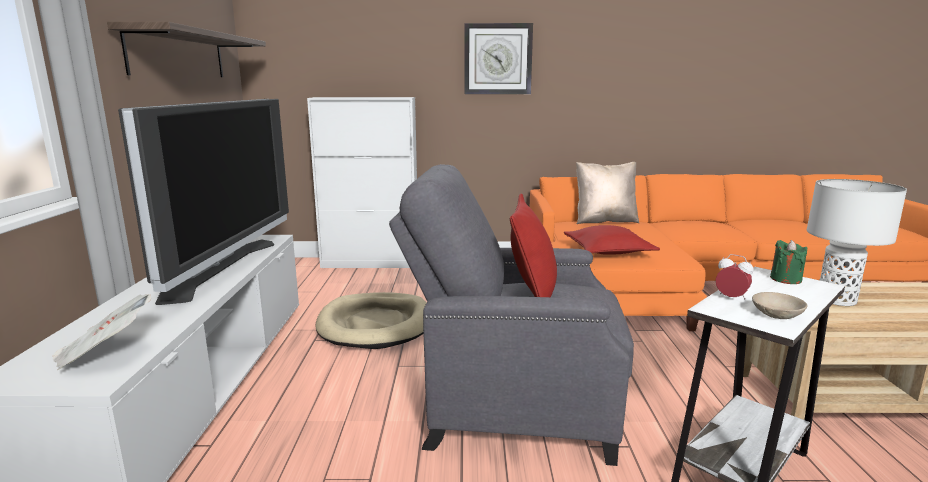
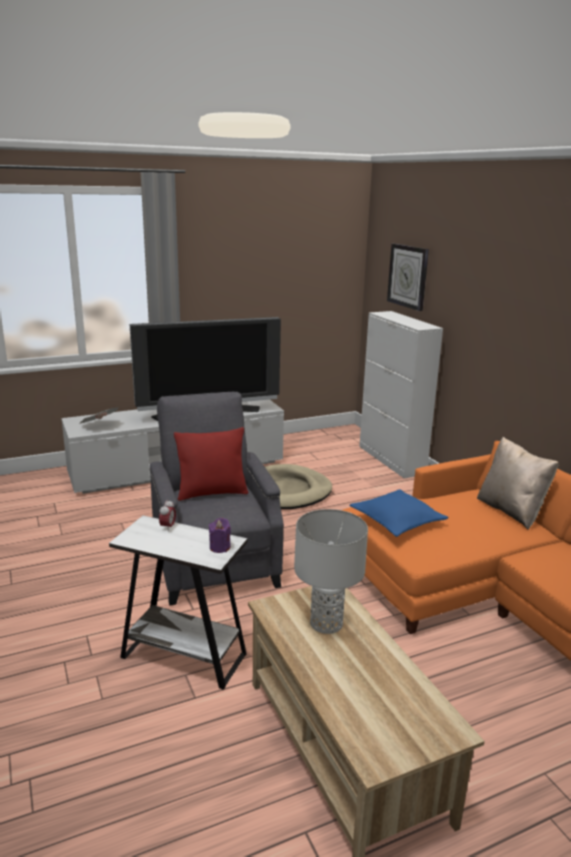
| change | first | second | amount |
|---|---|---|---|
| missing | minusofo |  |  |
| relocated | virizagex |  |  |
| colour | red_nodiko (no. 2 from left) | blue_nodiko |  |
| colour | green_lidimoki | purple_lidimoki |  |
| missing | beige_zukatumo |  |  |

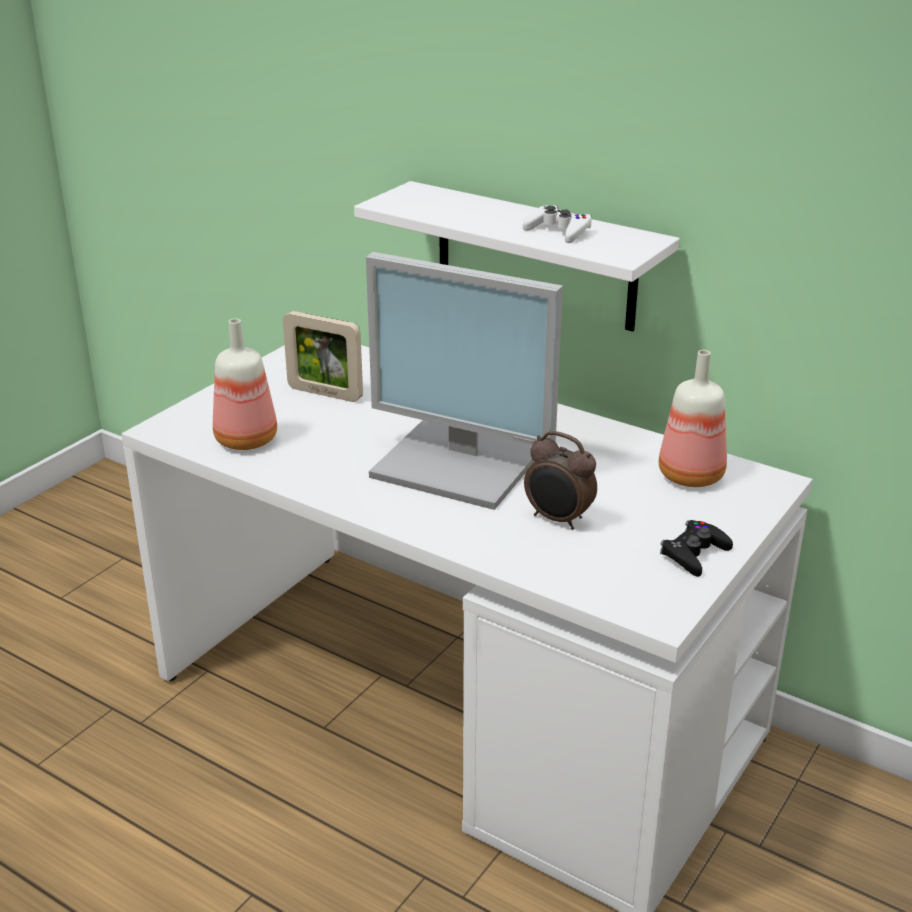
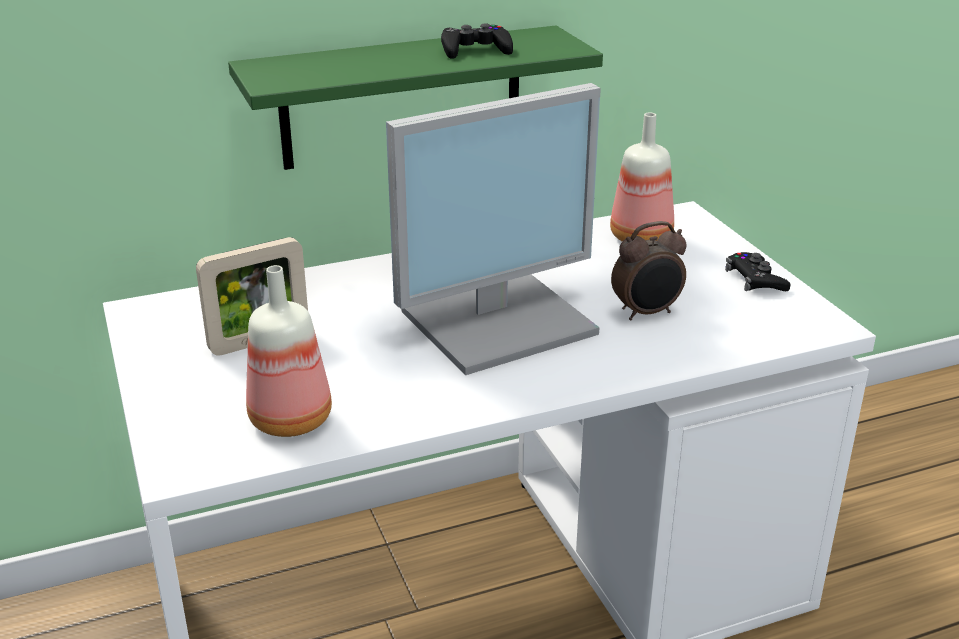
| change | first | second | amount |
|---|---|---|---|
| colour | white_minusofo | green_minusofo |  |
| colour | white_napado | black_napado (no. 1 from left) |  |

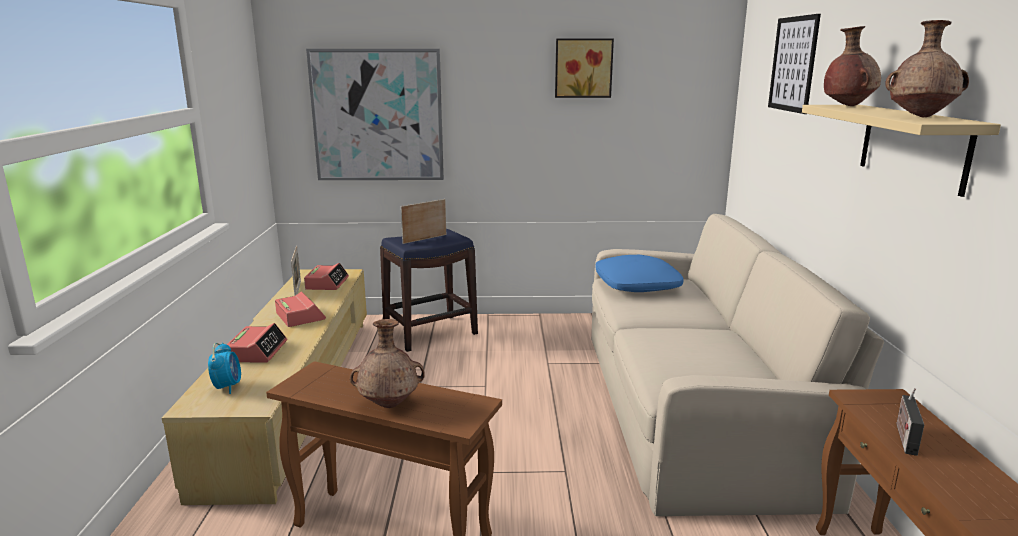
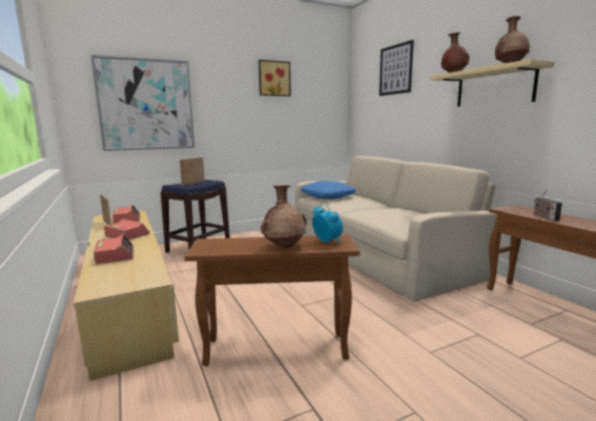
| change | first | second | amount |
|---|---|---|---|
| relocated | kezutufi (no. 1 from left in the first image) | kezutufi (no. 4 from left) |  |

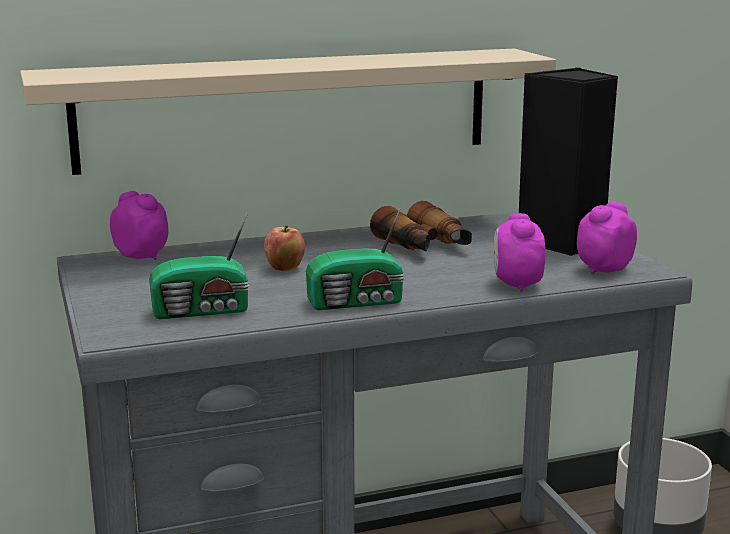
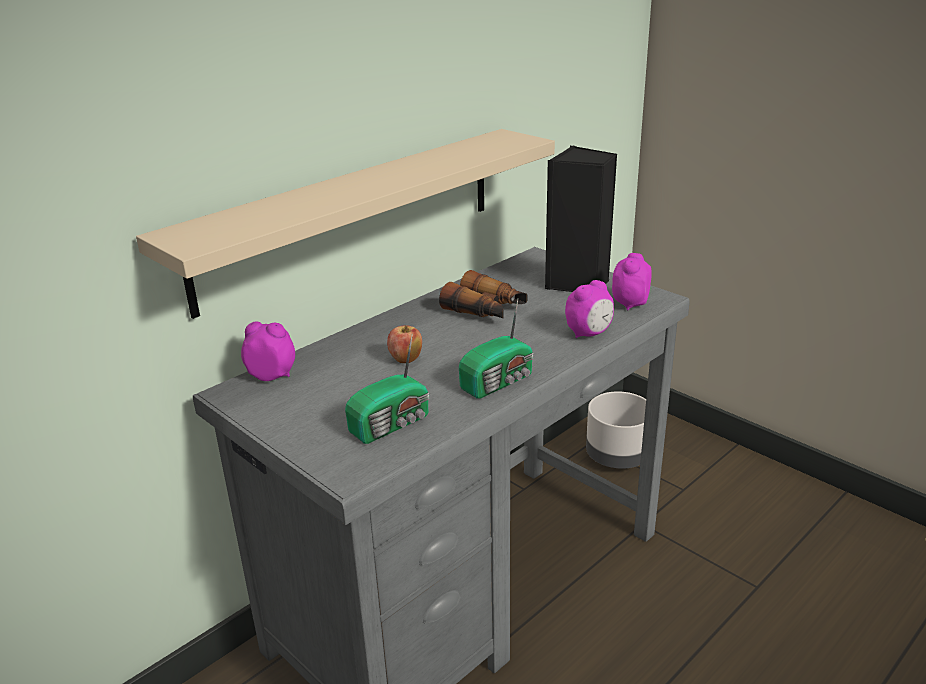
| change | first | second | amount |
|---|---|---|---|
| spun | kezutufi (no. 2 from left) |  | 105 degrees counterclockwise |

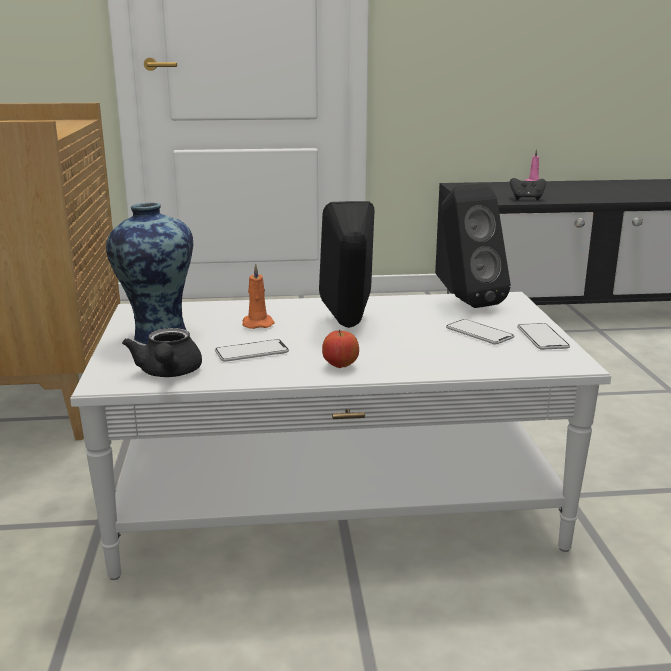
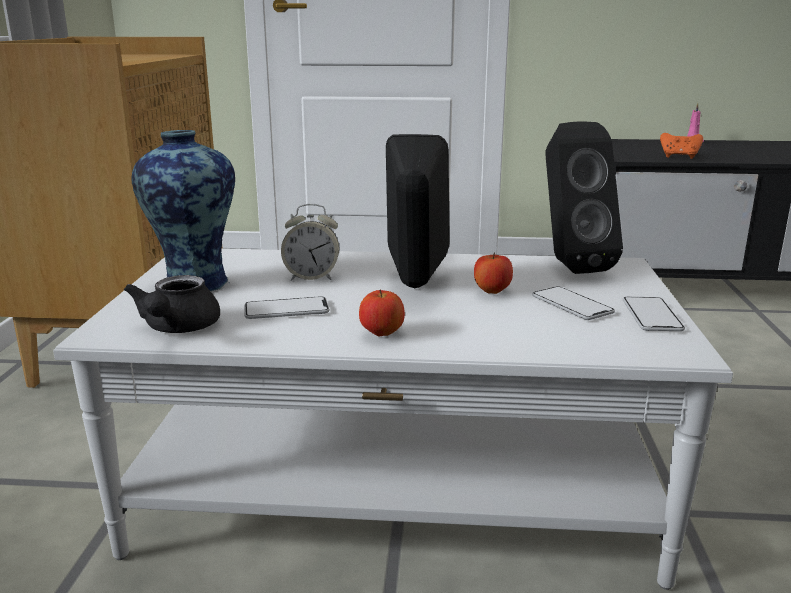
| change | first | second | amount |
|---|---|---|---|
| colour | black_napado | orange_napado |  |
| exchanged | orange_lidimoki | kezutufi |  |
| appeared |  | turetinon (no. 2 from left) |  |

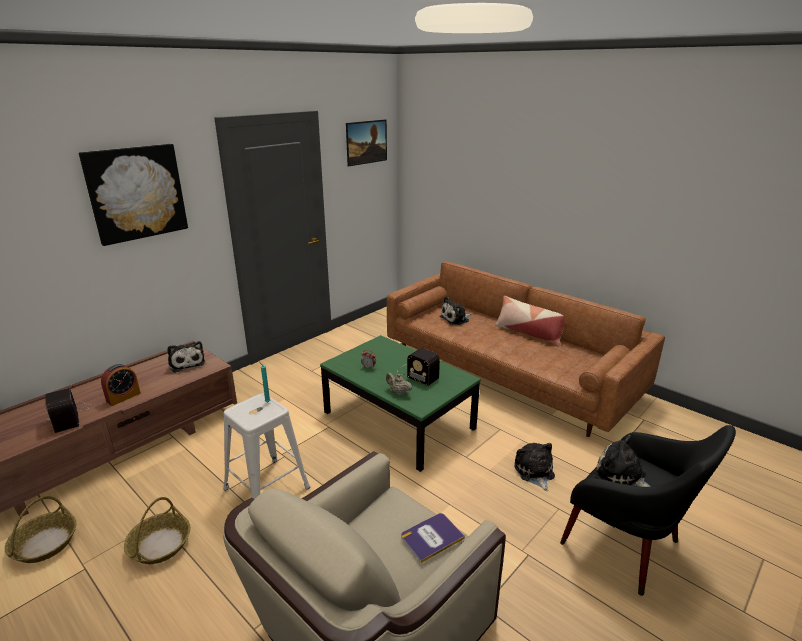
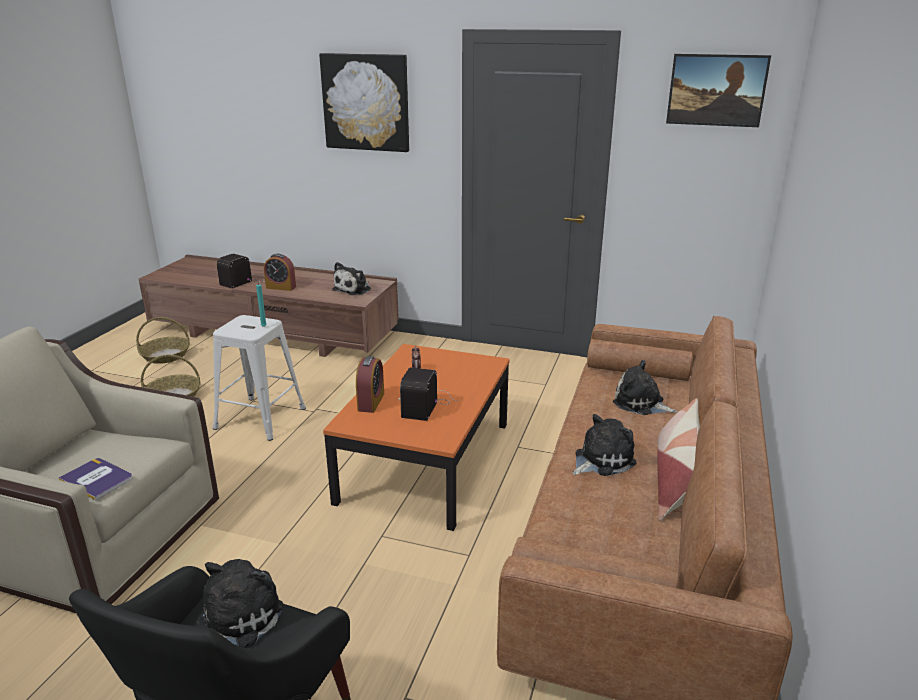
| change | first | second | amount |
|---|---|---|---|
| colour | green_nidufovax | orange_nidufovax |  |
| exchanged | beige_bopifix | kezutufi (no. 2 from left) |  |
| relocated | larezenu (no. 3 from left) |  |  |

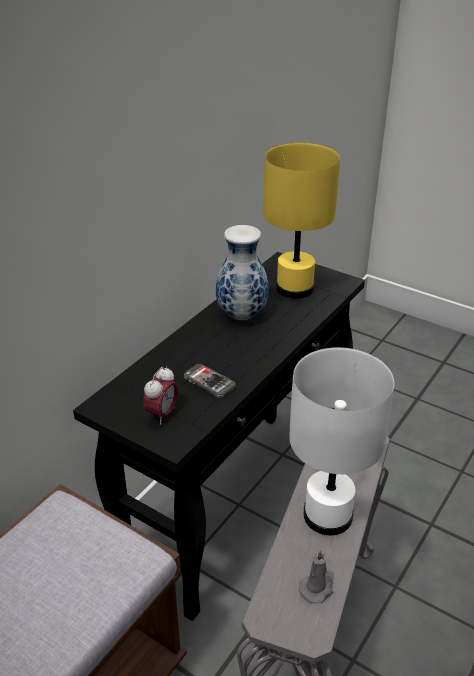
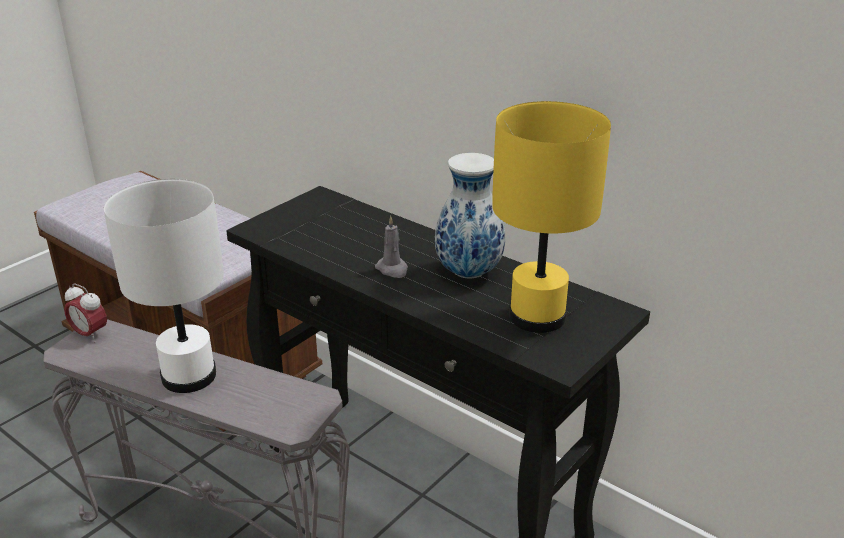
| change | first | second | amount |
|---|---|---|---|
| missing | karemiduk |  |  |
| relocated | kezutufi |  |  |
| relocated | grey_lidimoki |  |  |

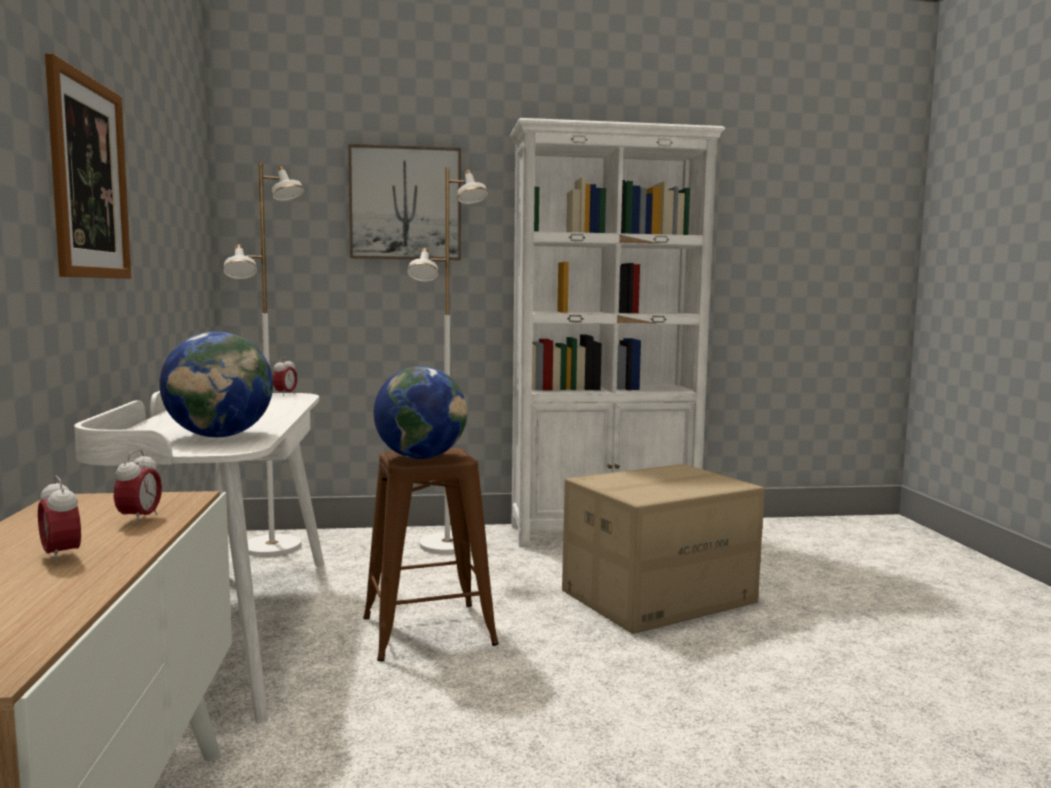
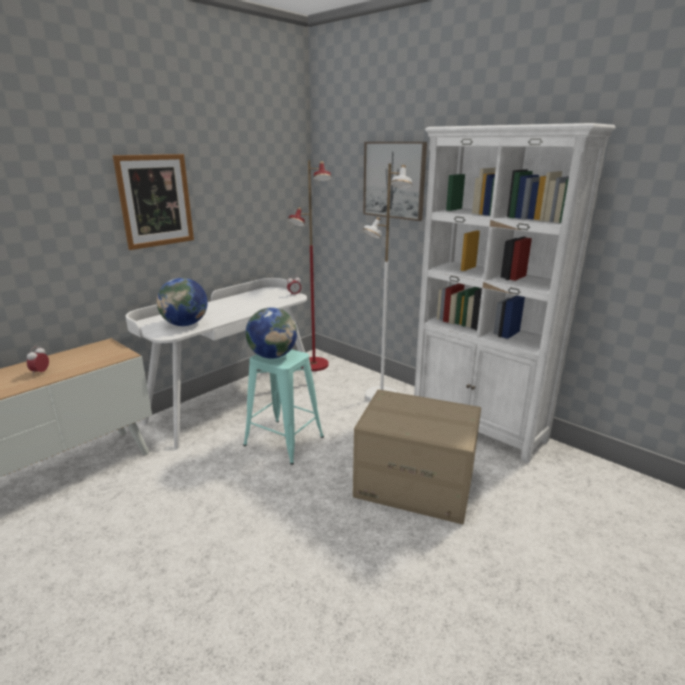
| change | first | second | amount |
|---|---|---|---|
| colour | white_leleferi (no. 1 from left) | red_leleferi |  |
| colour | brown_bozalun | turquoise_bozalun |  |
| missing | kezutufi (no. 2 from left) |  |  |

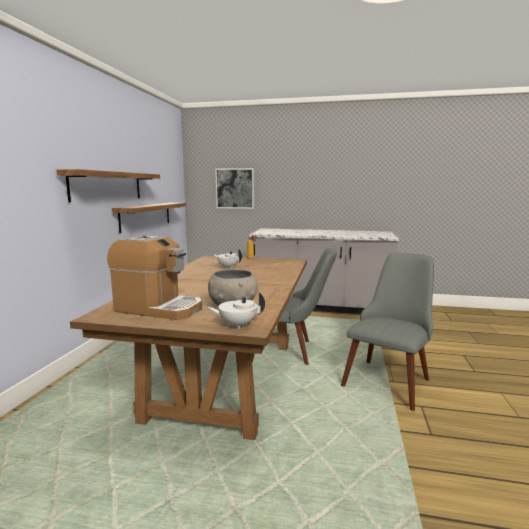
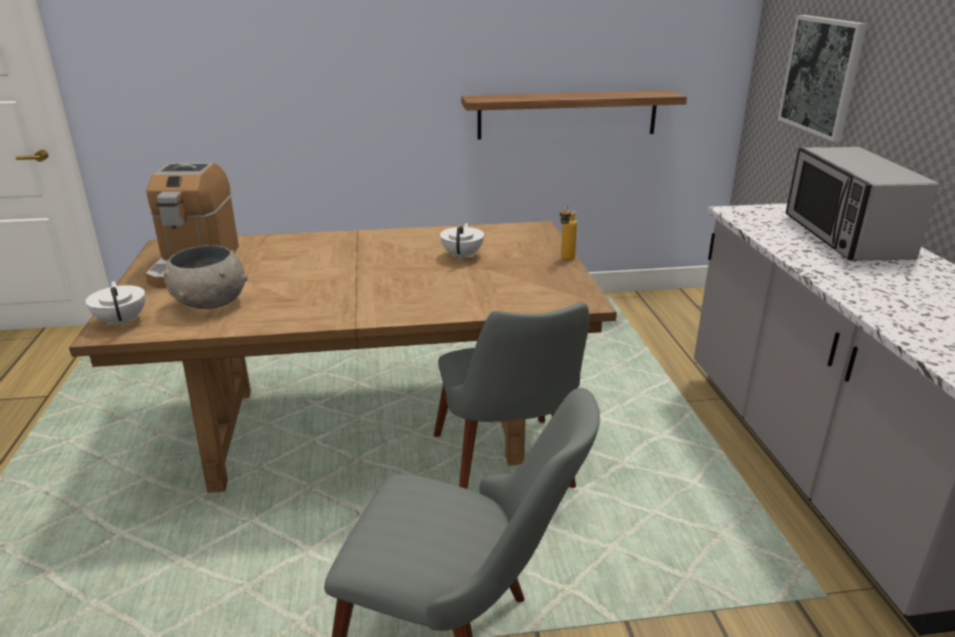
| change | first | second | amount |
|---|---|---|---|
| missing | minusofo (no. 1 from left) |  |  |
| appeared |  | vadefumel |  |

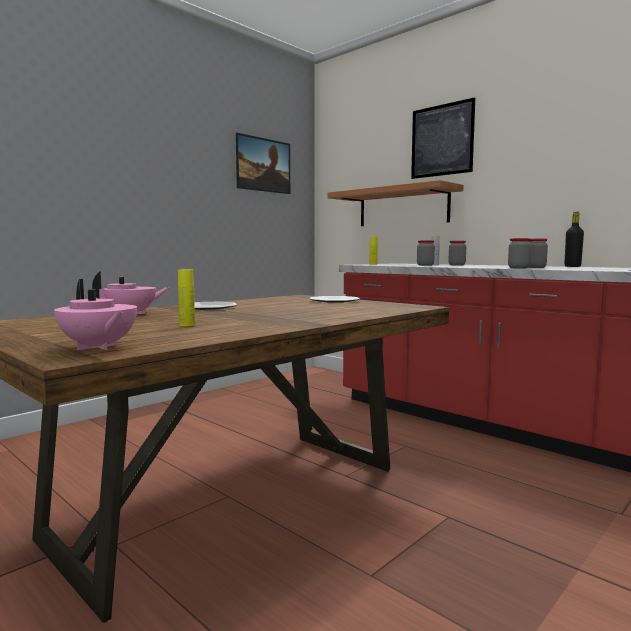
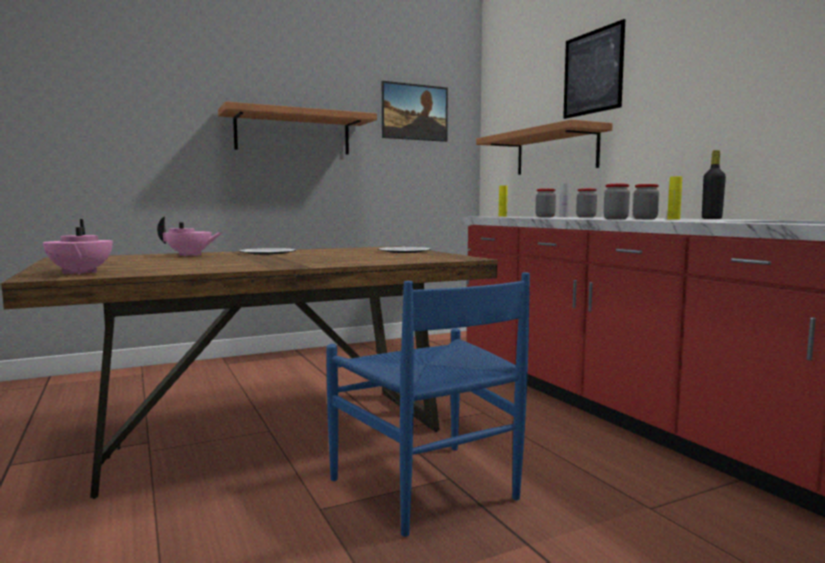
| change | first | second | amount |
|---|---|---|---|
| relocated | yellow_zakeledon (no. 1 from left in the first image) | yellow_zakeledon (no. 2 from left) |  |
| appeared |  | minusofo (no. 1 from left) |  |
| appeared |  | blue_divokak |  |

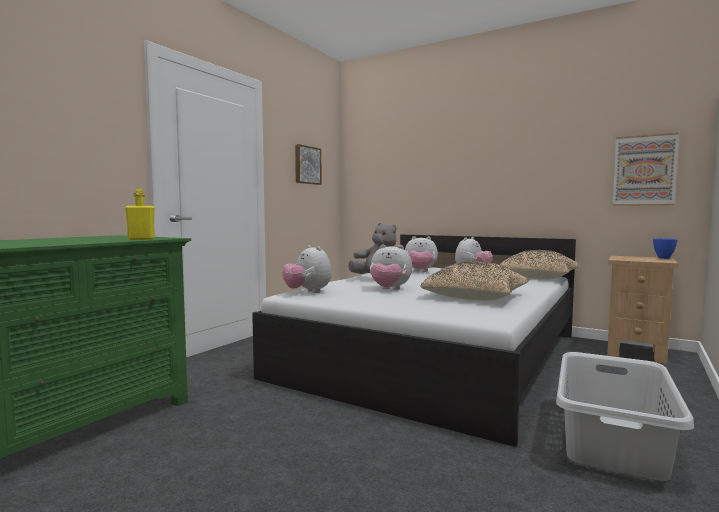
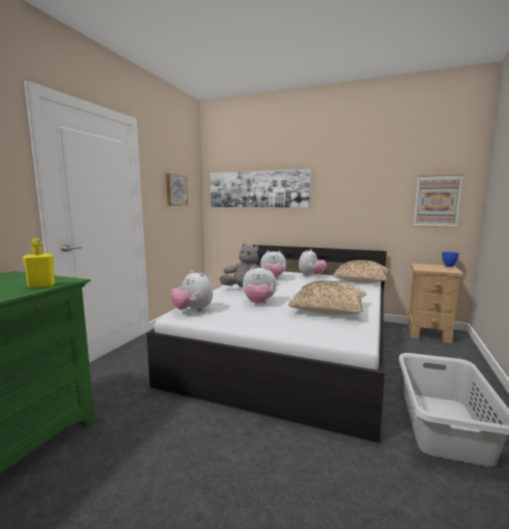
| change | first | second | amount |
|---|---|---|---|
| appeared |  | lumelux (no. 2 from left) |  |

